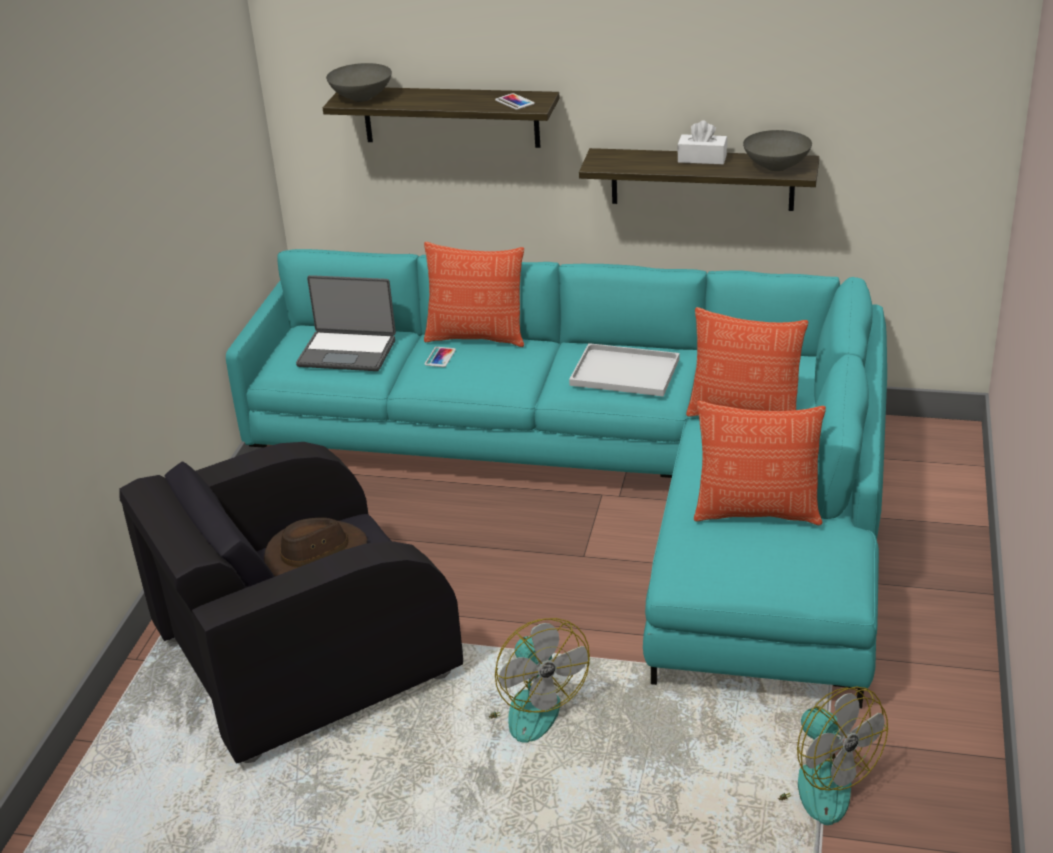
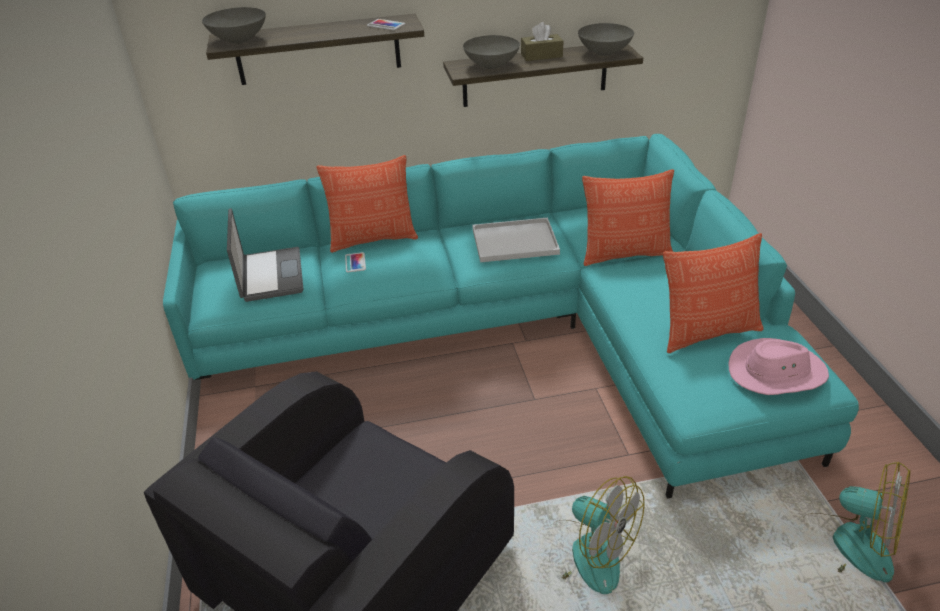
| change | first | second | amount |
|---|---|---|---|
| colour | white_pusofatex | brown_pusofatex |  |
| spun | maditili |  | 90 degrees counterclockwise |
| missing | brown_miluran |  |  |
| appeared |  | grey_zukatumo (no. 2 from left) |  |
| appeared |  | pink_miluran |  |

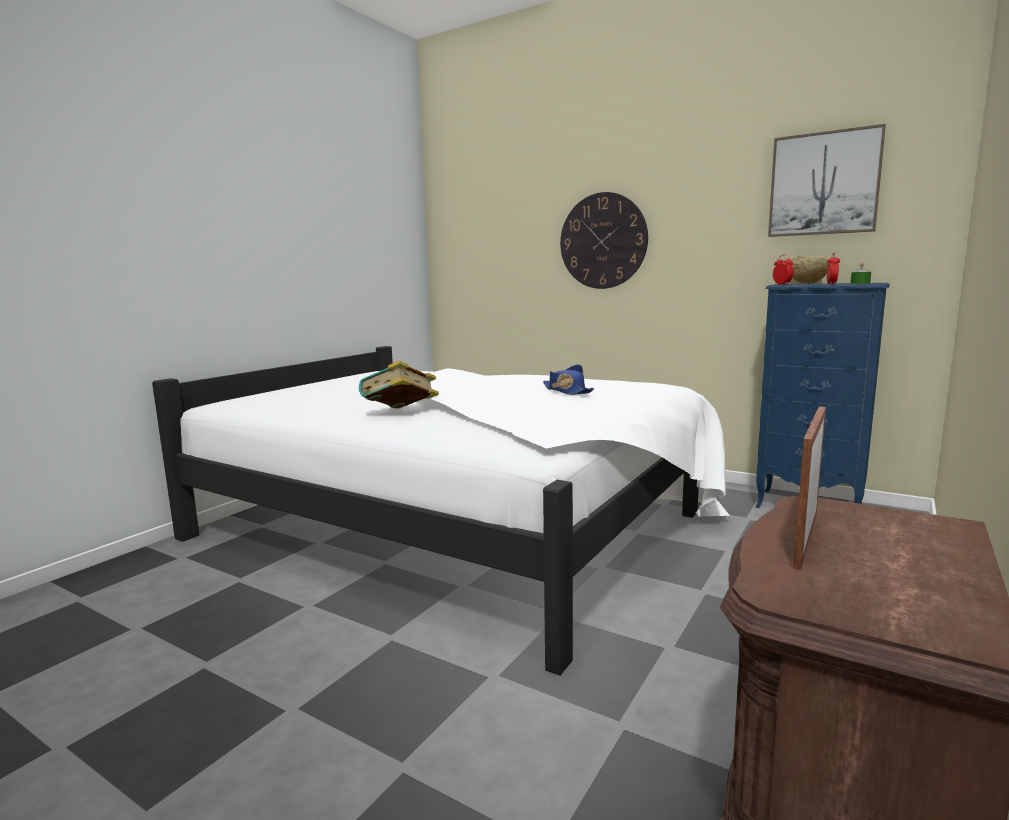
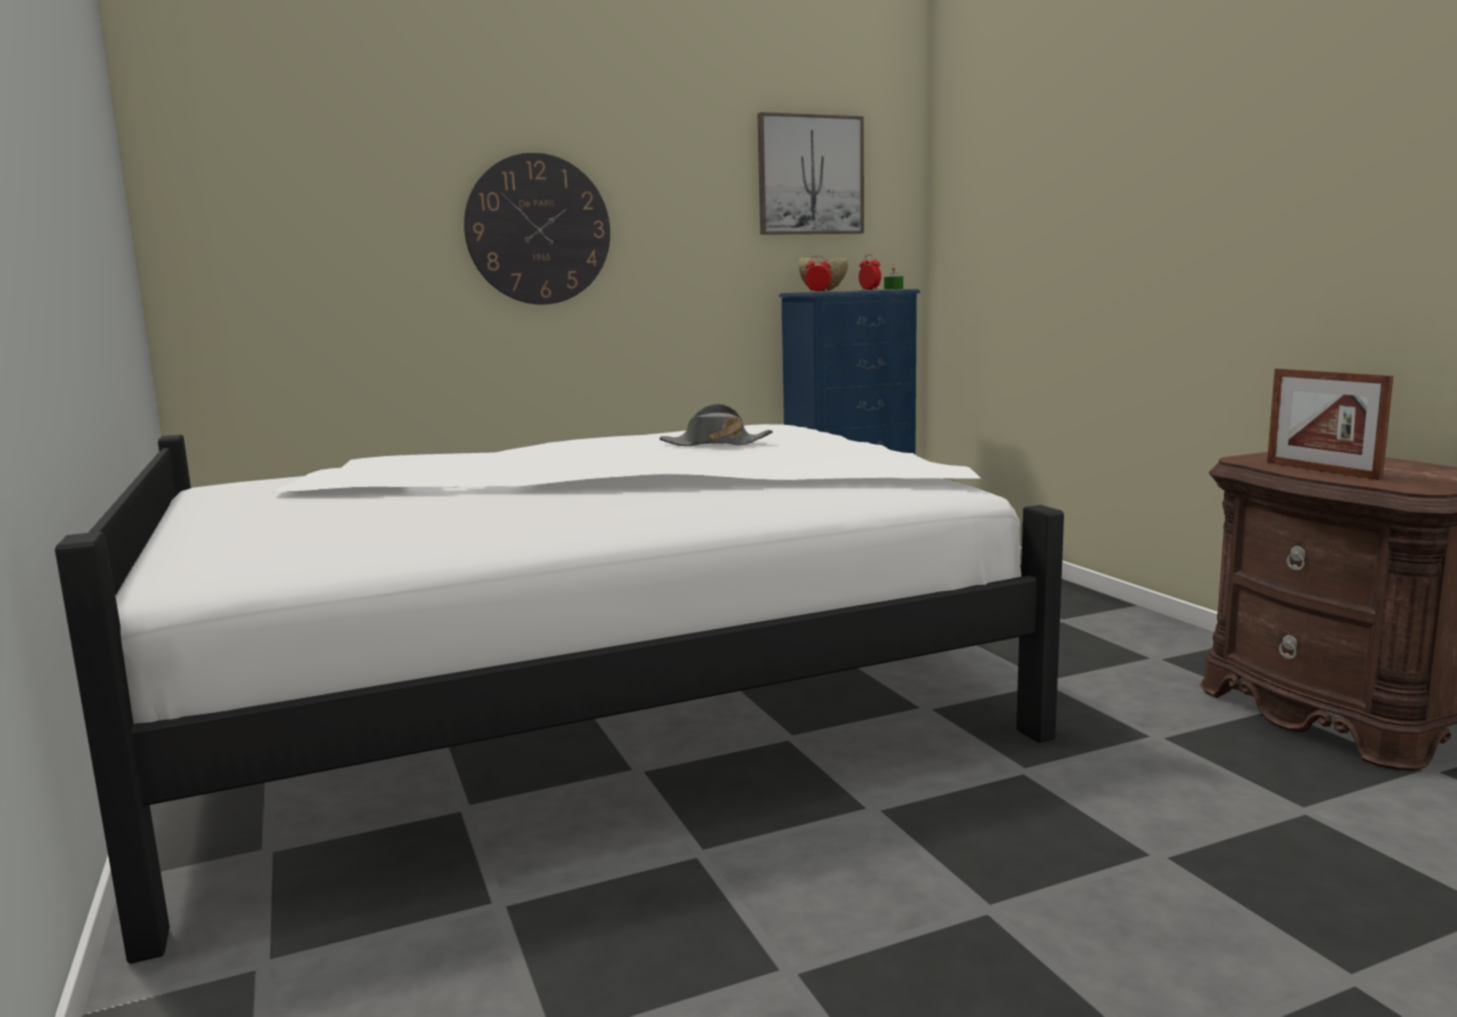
| change | first | second | amount |
|---|---|---|---|
| missing | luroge |  |  |
| colour | blue_miluran | grey_miluran |  |

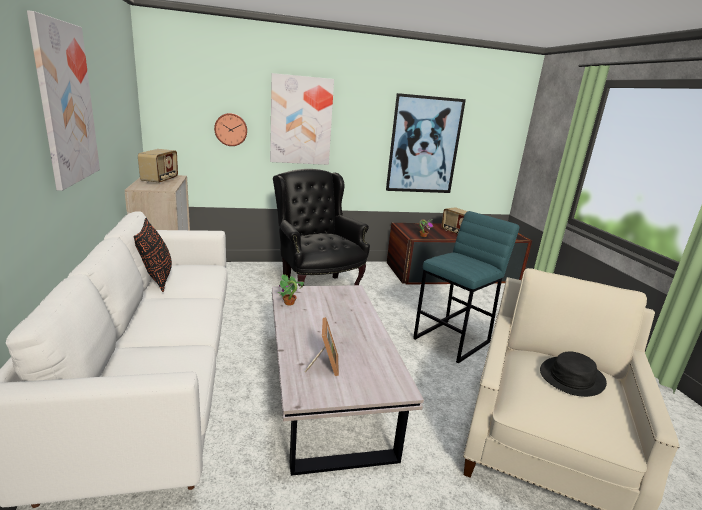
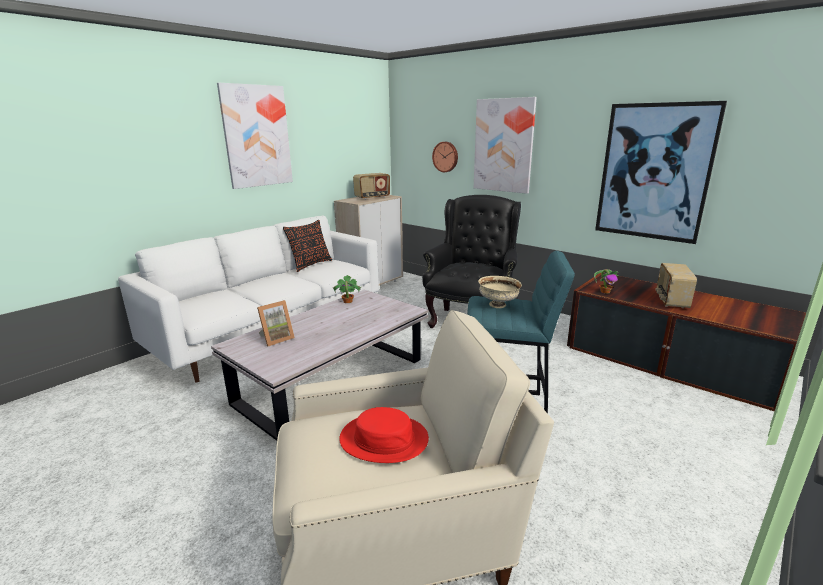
| change | first | second | amount |
|---|---|---|---|
| colour | black_miluran | red_miluran |  |
| appeared |  | beige_zukatumo |  |

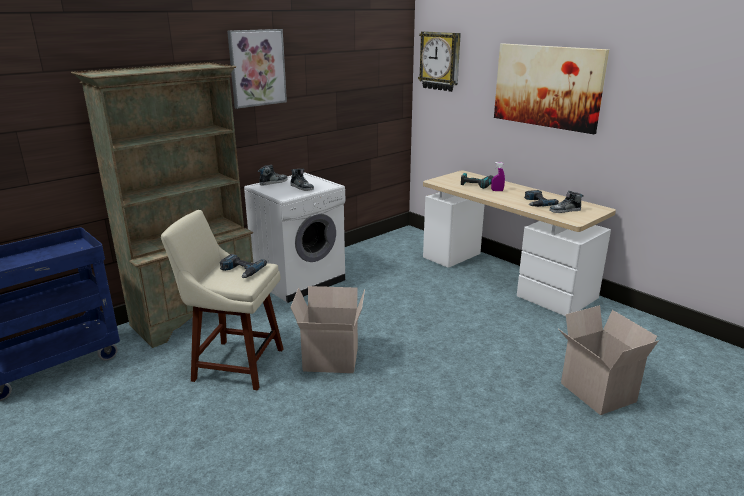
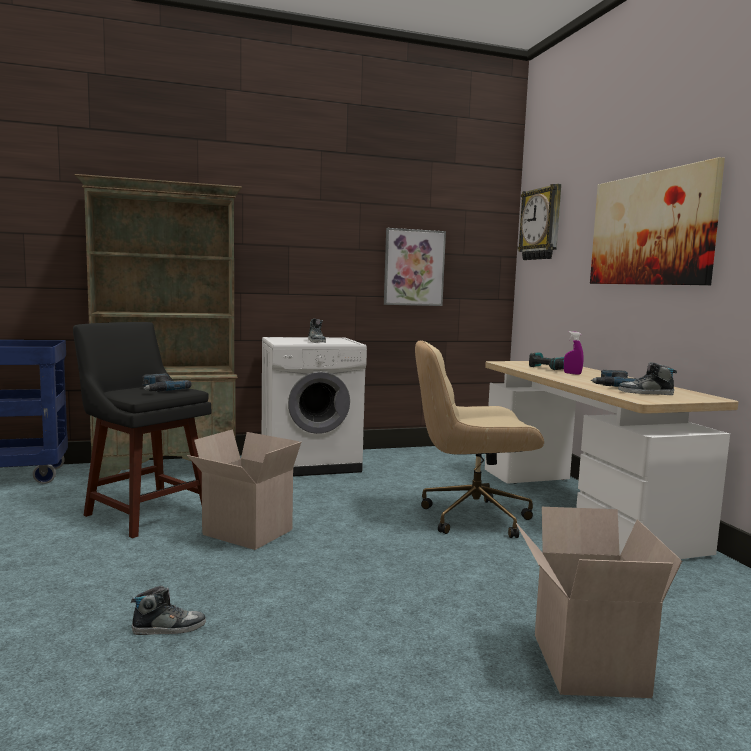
| change | first | second | amount |
|---|---|---|---|
| relocated | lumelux (no. 1 from left) |  |  |
| relocated | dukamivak (no. 1 from left) |  |  |
| colour | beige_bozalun | black_bozalun |  |
| appeared |  | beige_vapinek |  |

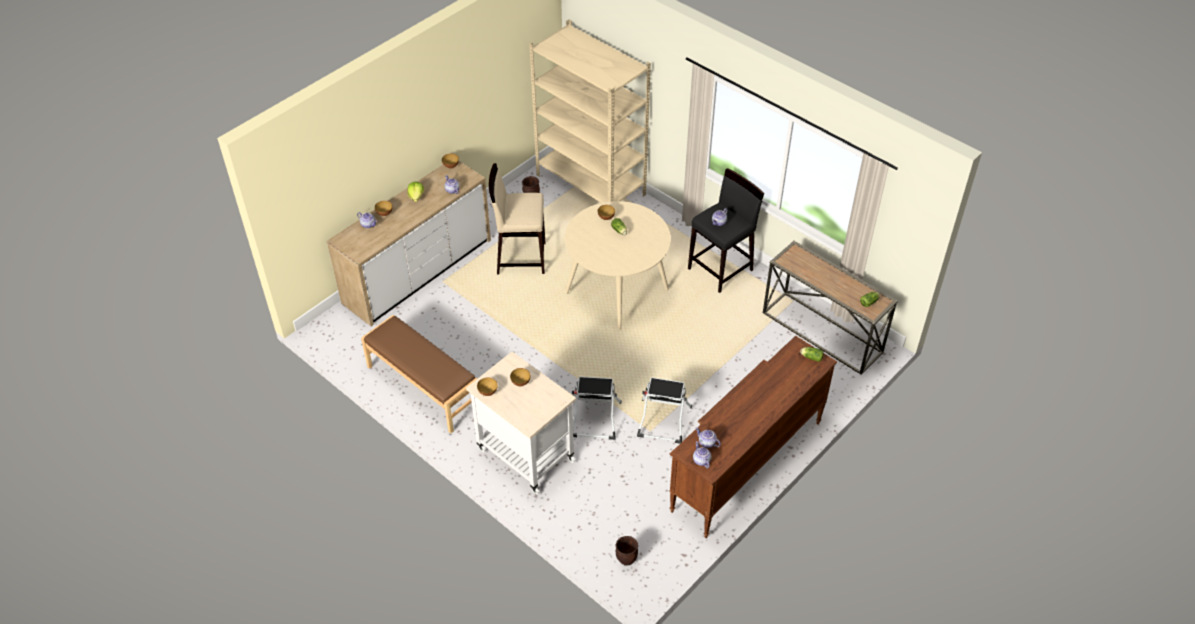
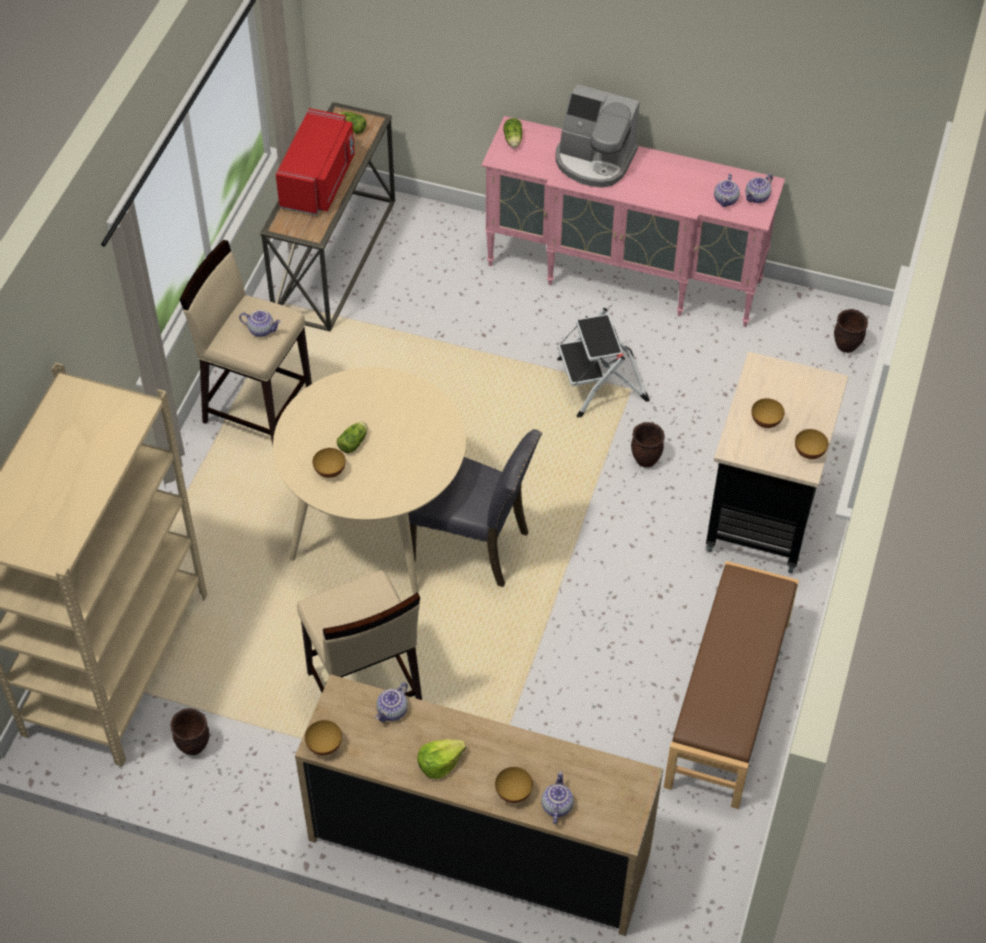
| change | first | second | amount |
|---|---|---|---|
| colour | black_bozalun | beige_bozalun (no. 1 from left) |  |
| colour | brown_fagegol | pink_fagegol |  |
| colour | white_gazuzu | black_gazuzu |  |
| exchanged | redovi (no. 1 from left) | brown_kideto (no. 2 from left) |  |
| appeared |  | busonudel |  |
| appeared |  | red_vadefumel |  |
| appeared |  | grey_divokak |  |

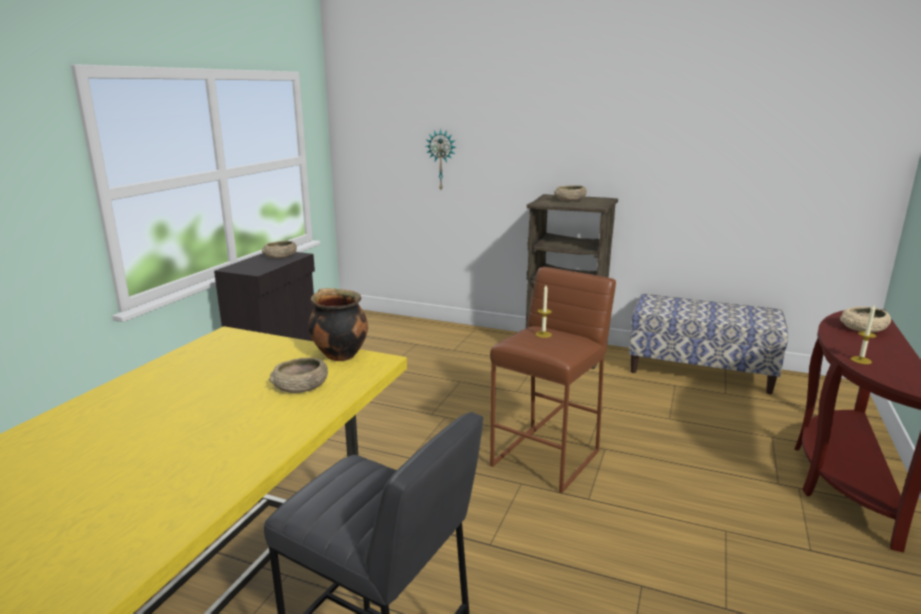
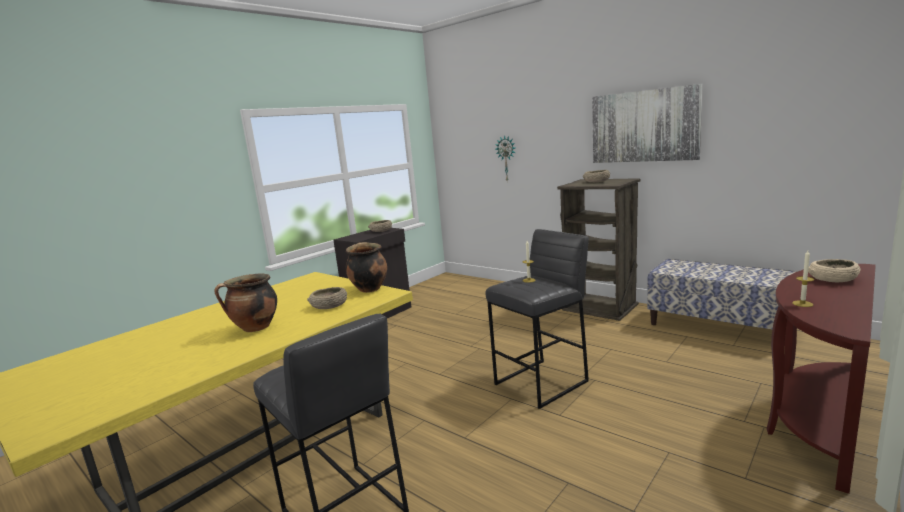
| change | first | second | amount |
|---|---|---|---|
| colour | brown_bozalun | grey_bozalun (no. 2 from left) |  |
| appeared |  | lumelux |  |
| appeared |  | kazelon (no. 1 from left) |  |

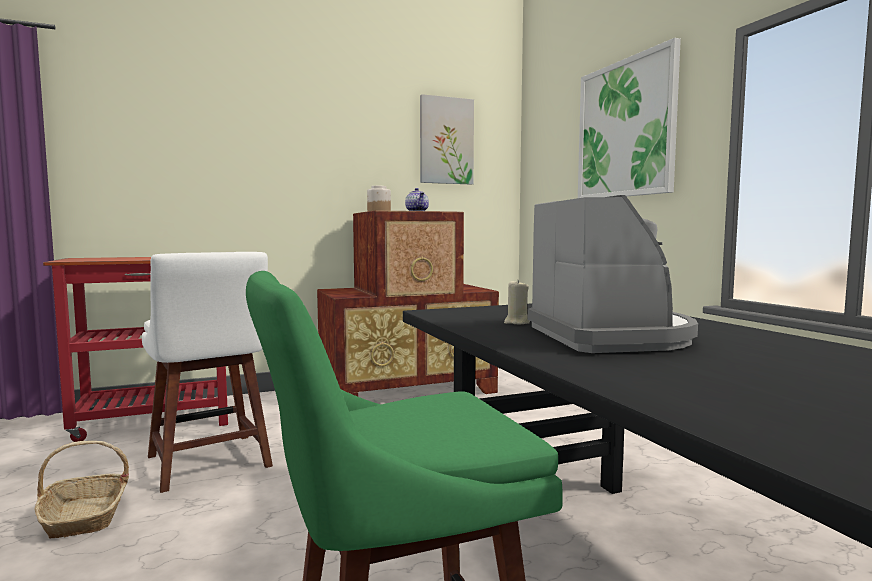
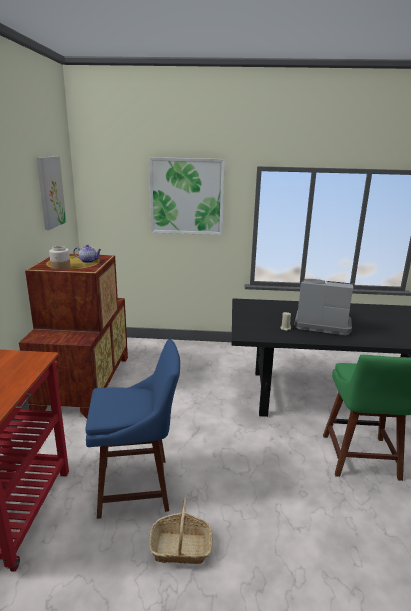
| change | first | second | amount |
|---|---|---|---|
| colour | white_bozalun | blue_bozalun |  |

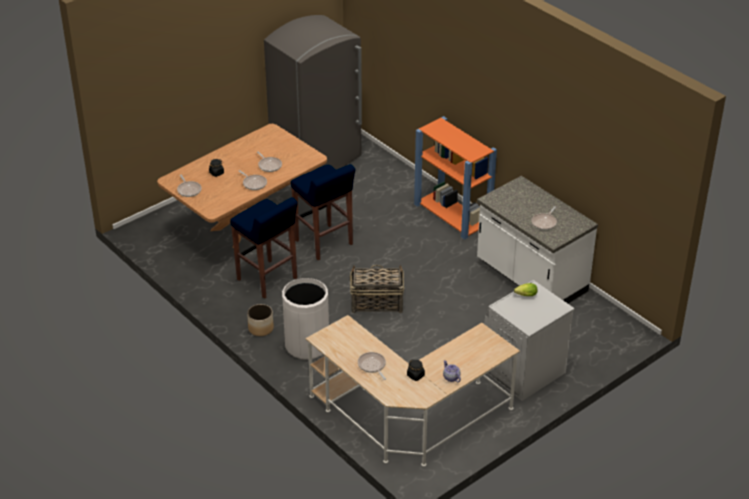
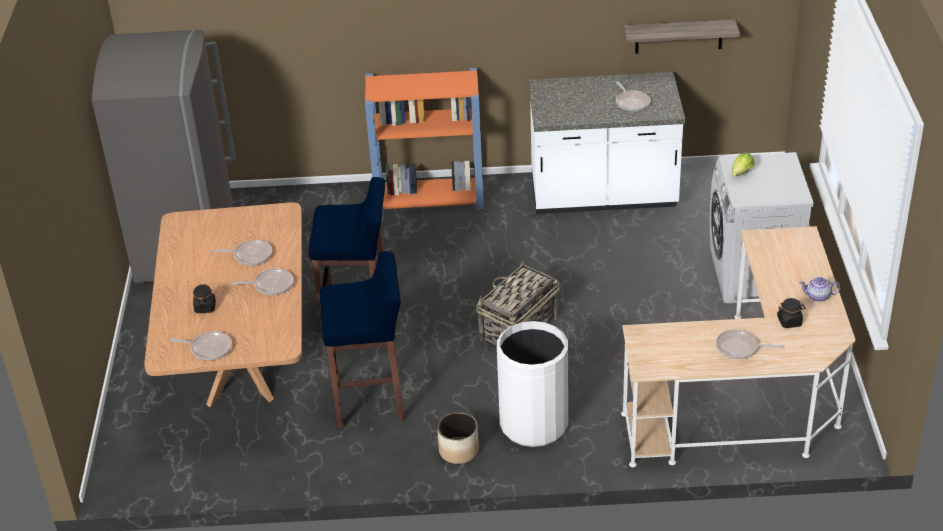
| change | first | second | amount |
|---|---|---|---|
| appeared |  | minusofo |  |

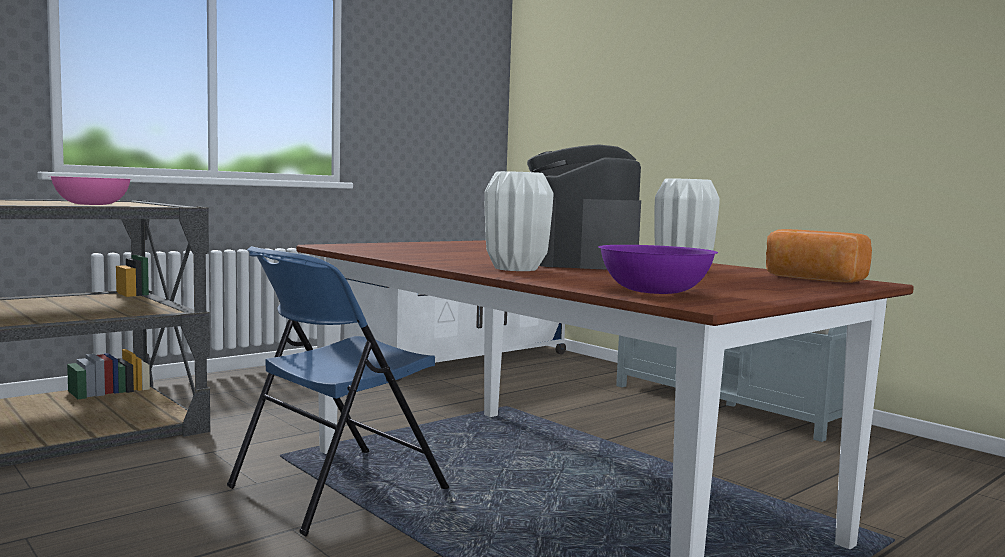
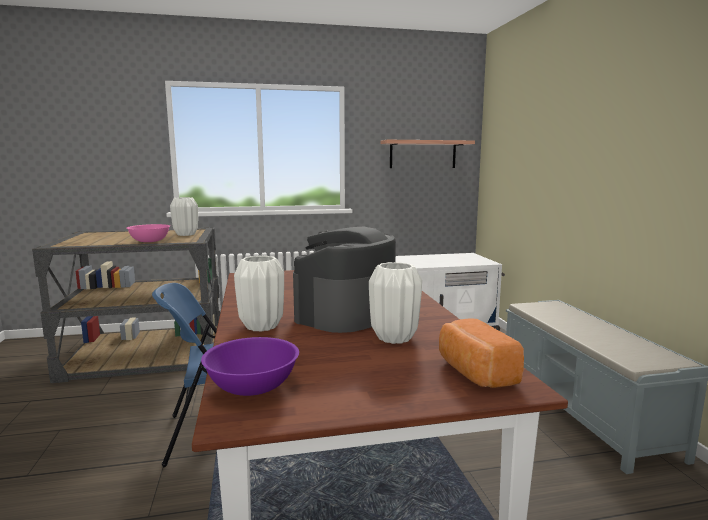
| change | first | second | amount |
|---|---|---|---|
| appeared |  | minusofo |  |
| appeared |  | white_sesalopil (no. 1 from left) |  |

